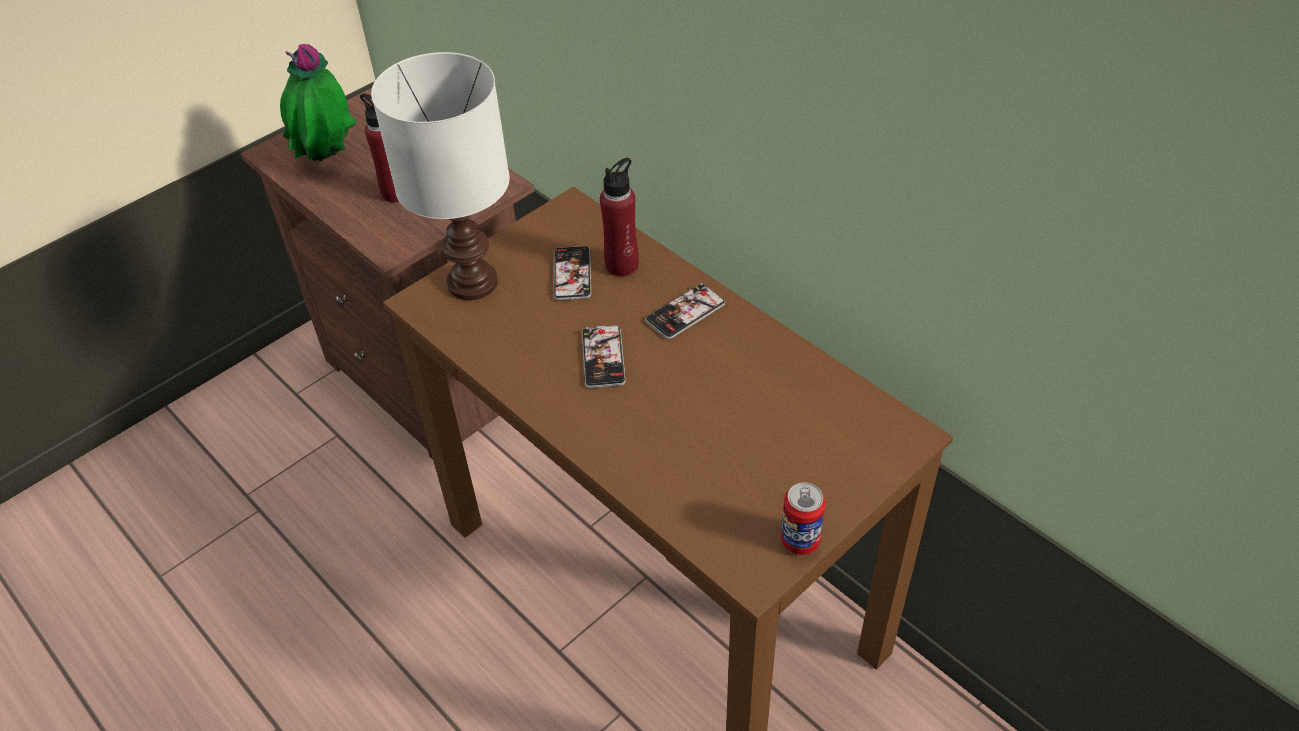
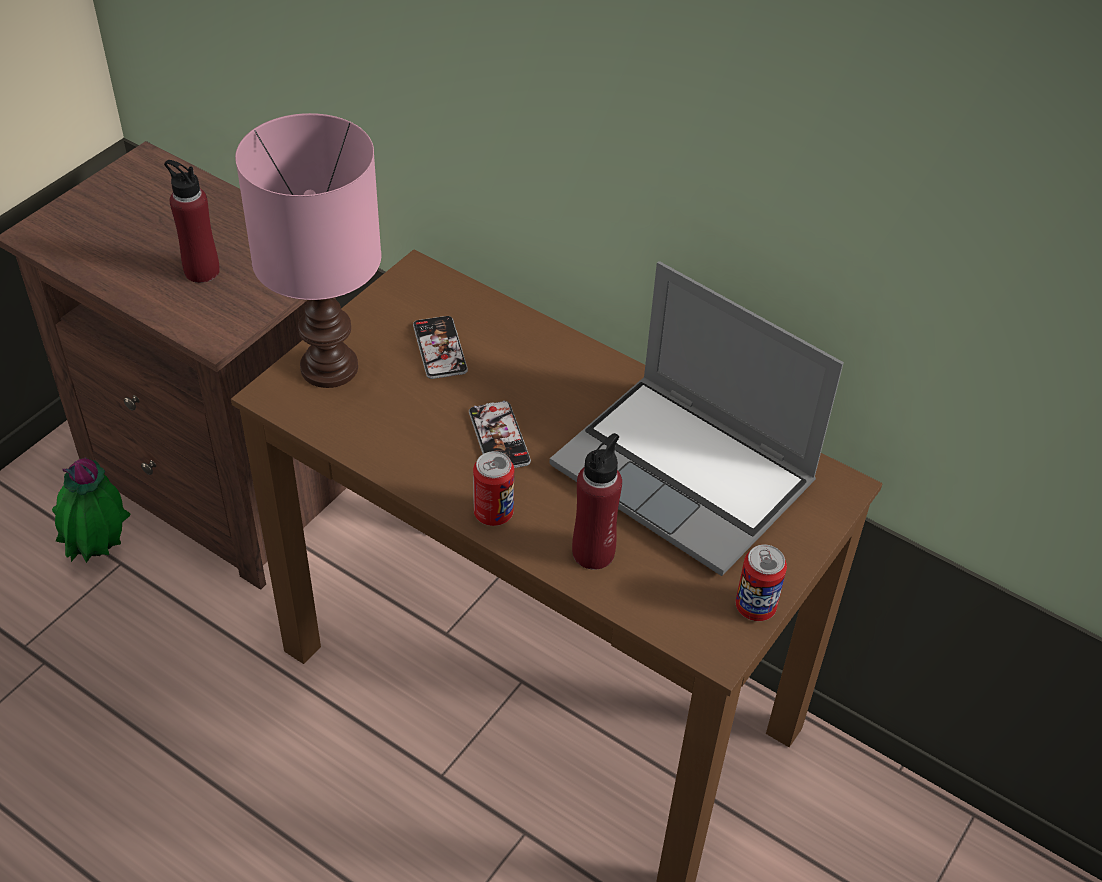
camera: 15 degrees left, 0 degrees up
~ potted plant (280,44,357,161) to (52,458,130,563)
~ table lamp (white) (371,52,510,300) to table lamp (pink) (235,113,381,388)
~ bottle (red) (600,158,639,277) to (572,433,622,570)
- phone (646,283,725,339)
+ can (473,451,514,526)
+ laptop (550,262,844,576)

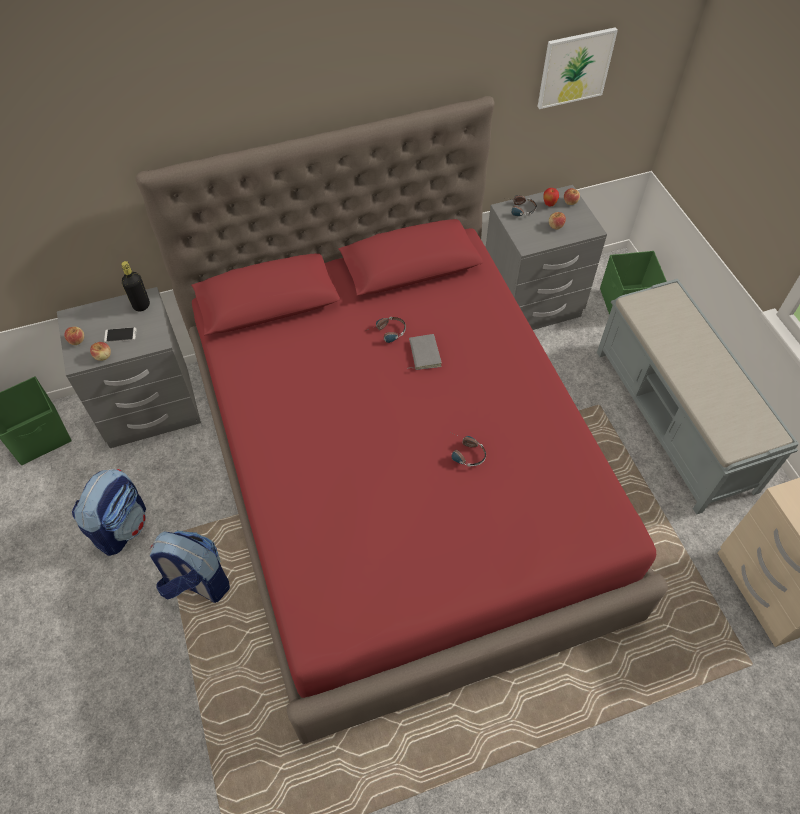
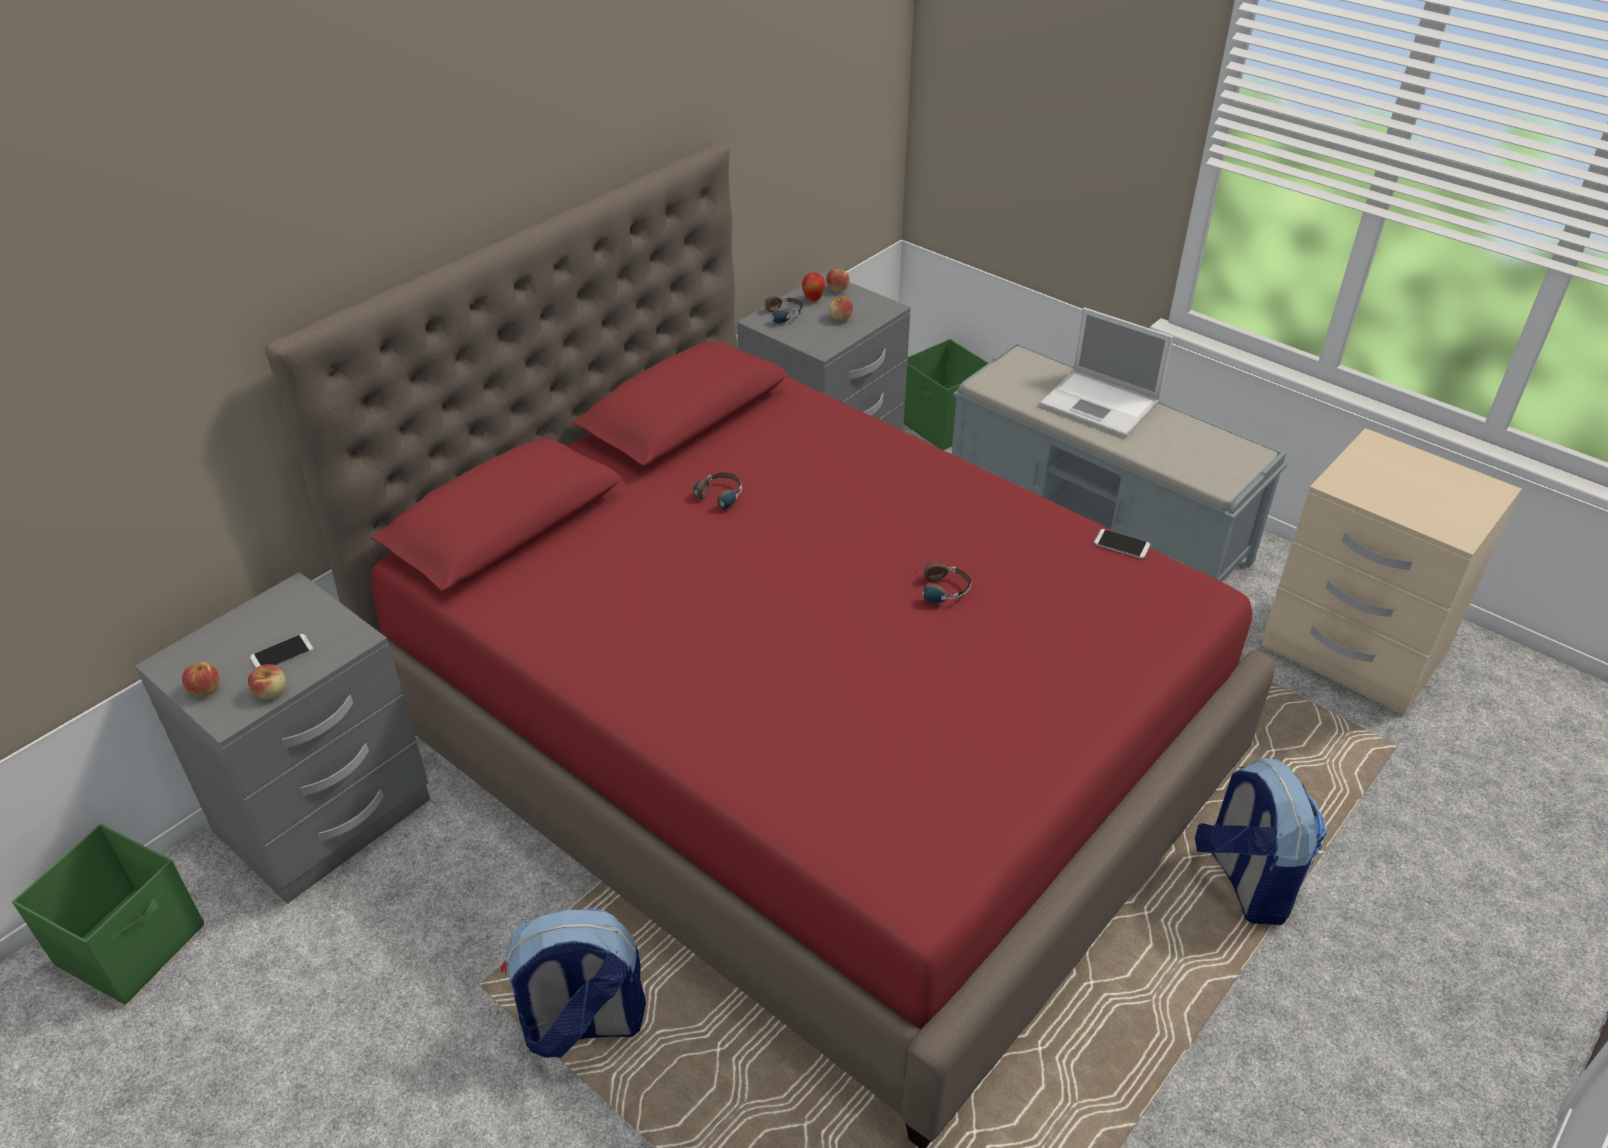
camera: 30 degrees left, 15 degrees down
~ backpack (72,469,146,556) to (1195,758,1327,925)
- bottle (black) (121,261,150,311)
- book (grey) (407,334,442,370)
- picture (538,27,618,109)
+ laptop (1039,308,1173,438)
+ phone (1094,529,1150,558)

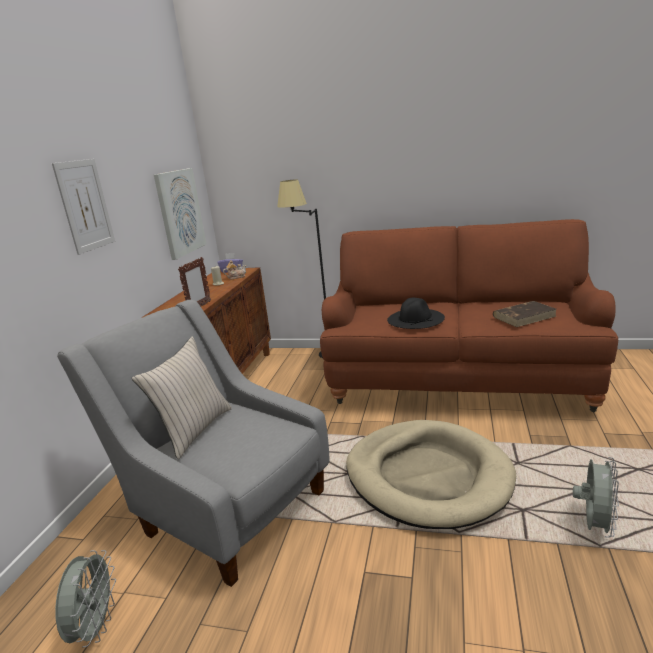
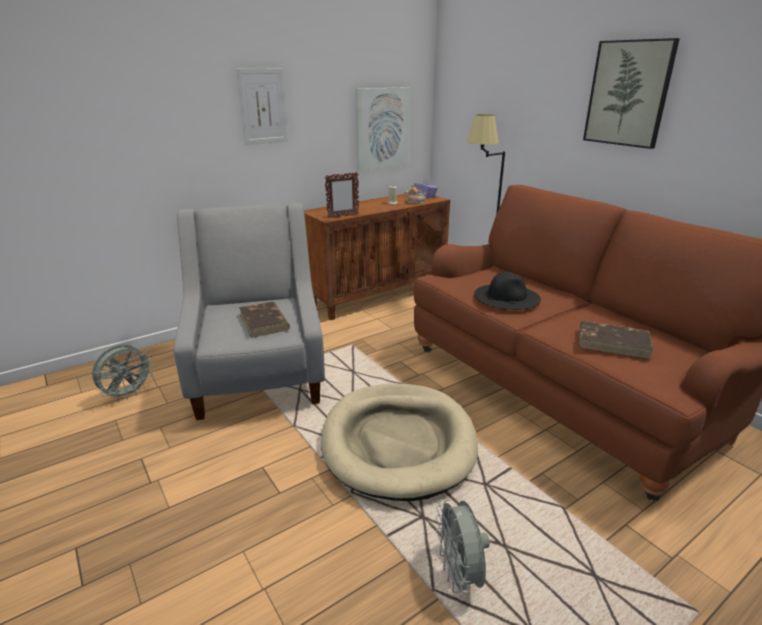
camera: 40 degrees right, 5 degrees up
- pillow (beige) (132,336,232,459)
~ fan (grey) (573,457,619,538) = (436,499,490,598) 105 degrees clockwise
+ book (brown) (239,302,290,338)
+ picture (583,38,680,149)

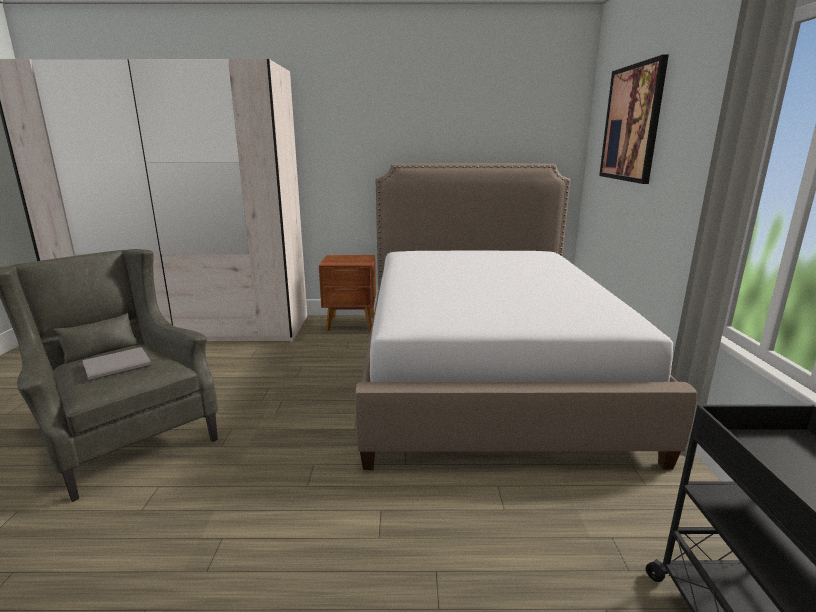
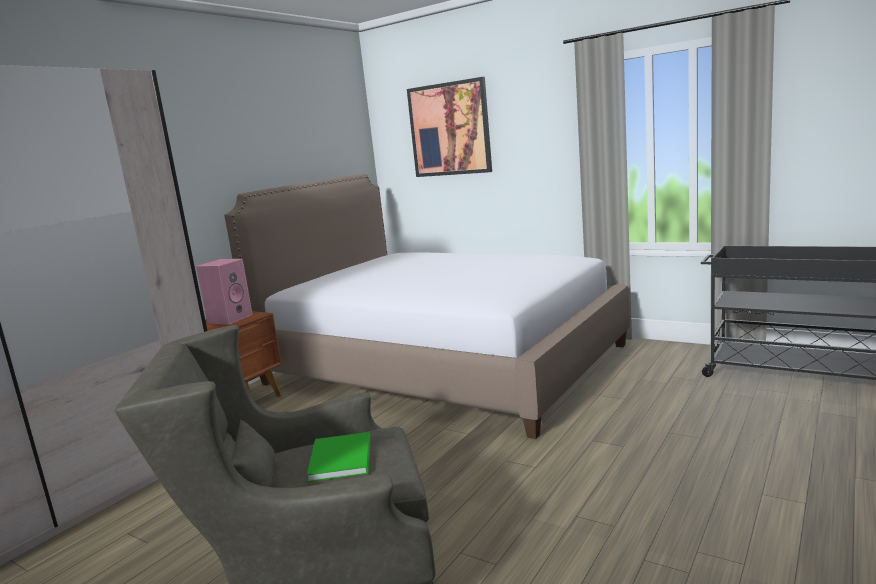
camera: 55 degrees left, 5 degrees down
~ book (grey) (82,347,151,381) to book (green) (307,432,371,482)
+ speaker (pink) (196,259,253,325)

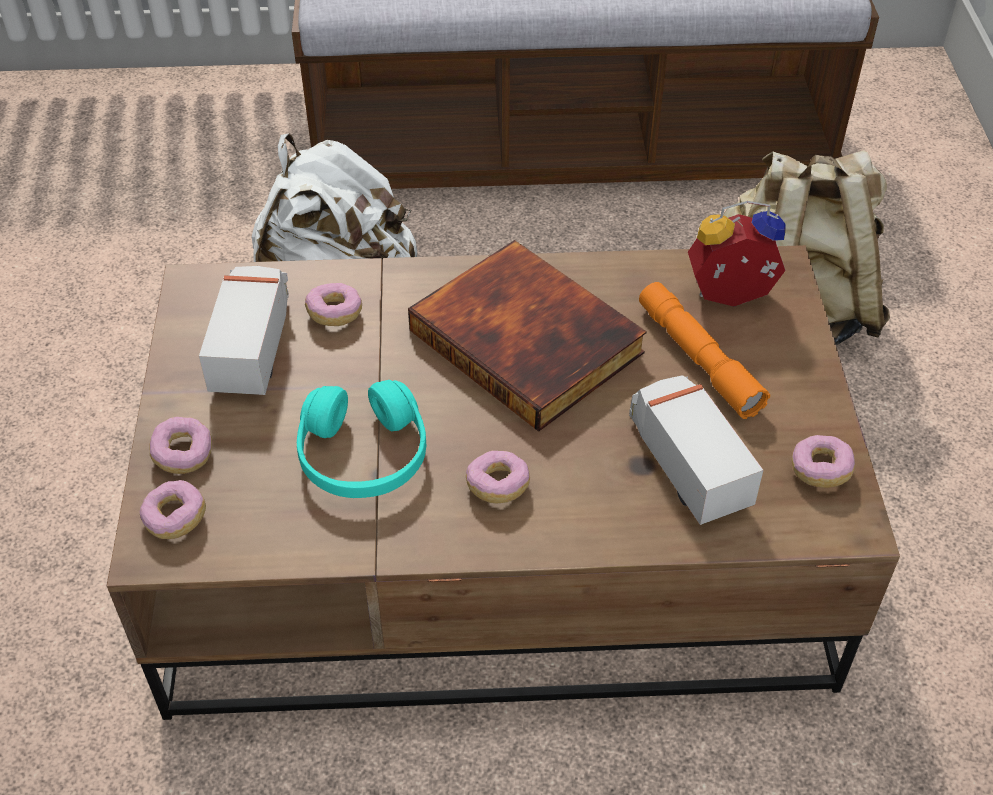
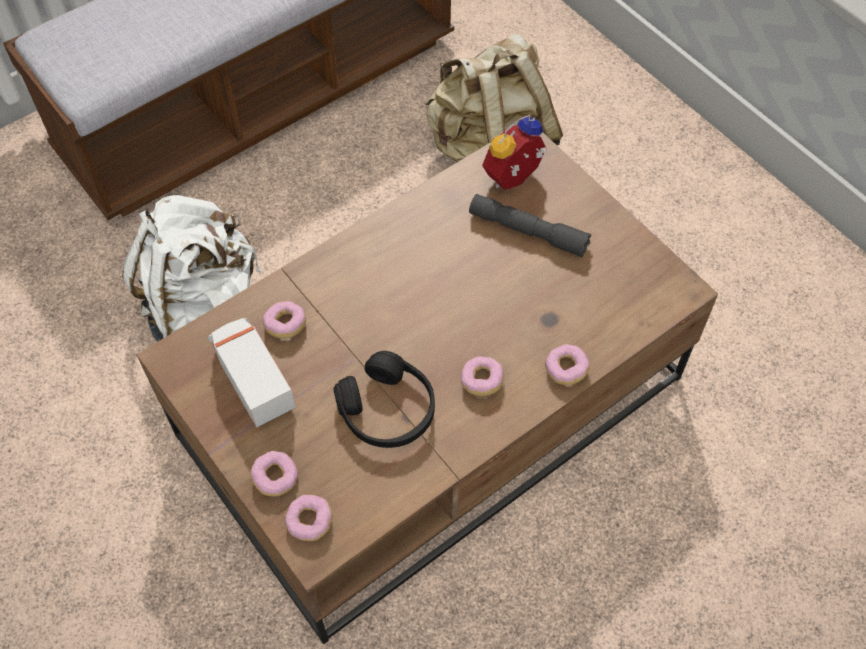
camera: 35 degrees left, 10 degrees up
~ headphones (turquoise) (297,380,427,498) to headphones (black) (333,351,435,448)
- book (408,240,647,432)
- toy truck (629,375,764,525)
~ flashlight (orange) (639,282,770,419) to flashlight (grey) (469,194,591,257)
~ donut (792,435,855,488) to (545,344,590,385)

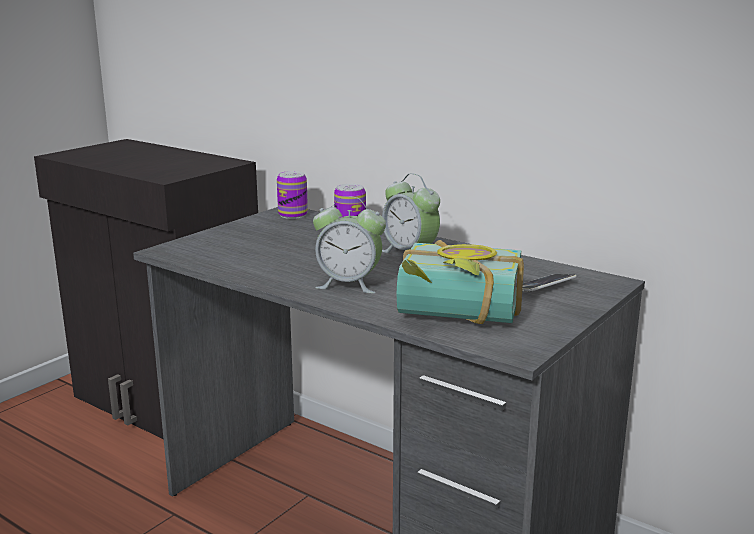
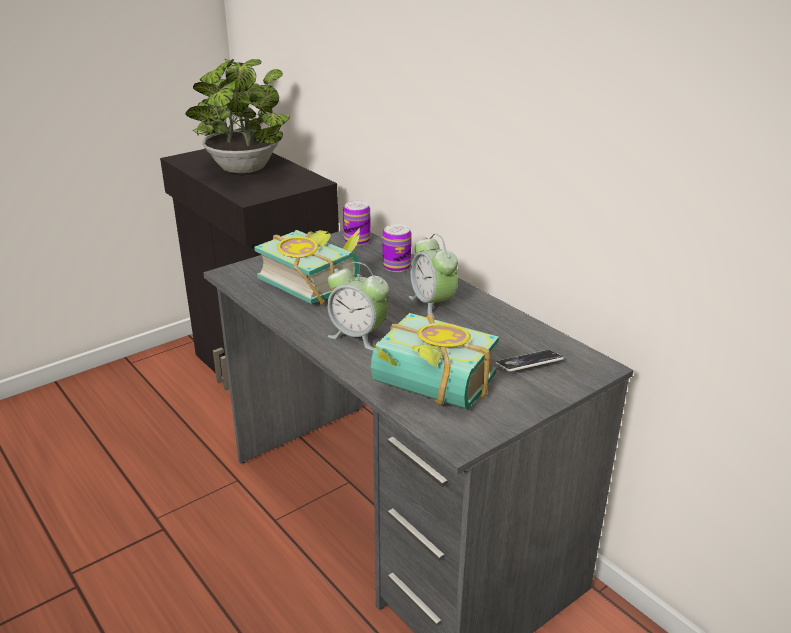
camera: 15 degrees right, 10 degrees up
+ potted plant (186,58,290,173)
+ book (254,228,360,305)

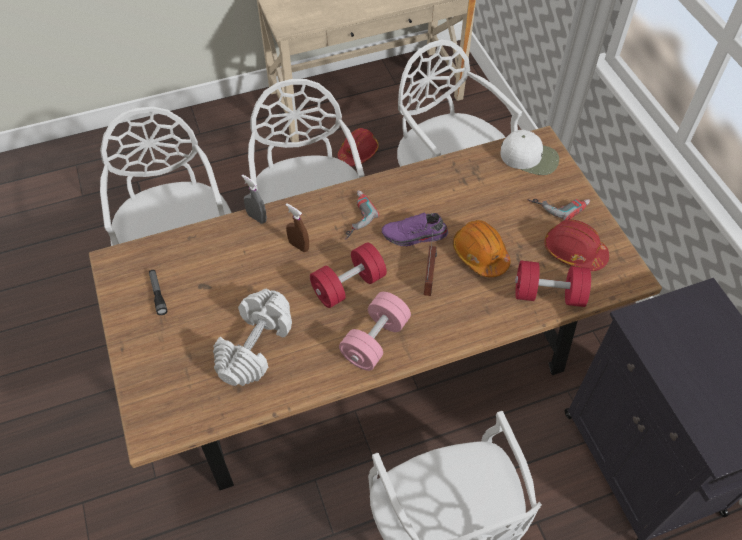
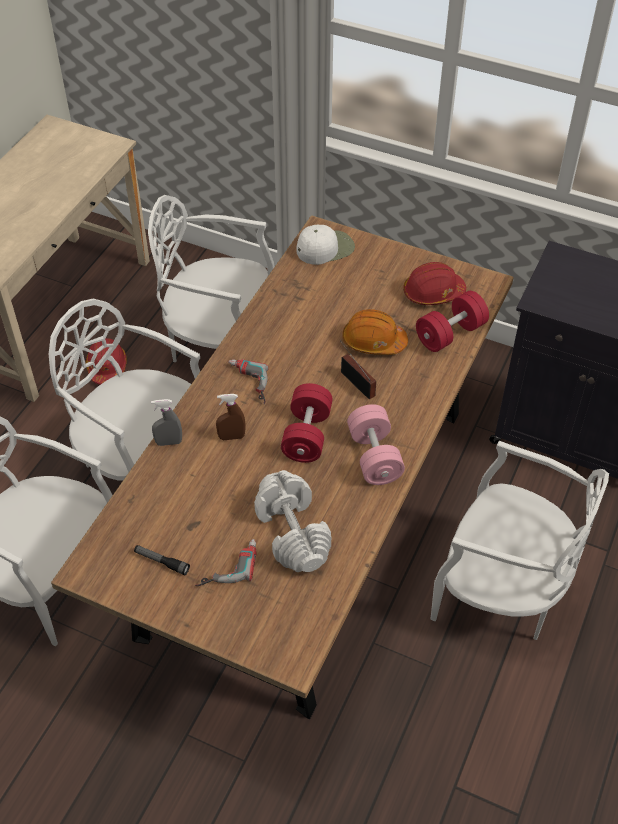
camera: 45 degrees left, 5 degrees down
- shoe (purple) (382,212,448,246)
~ power drill (527,199,590,220) to (195,539,257,586)

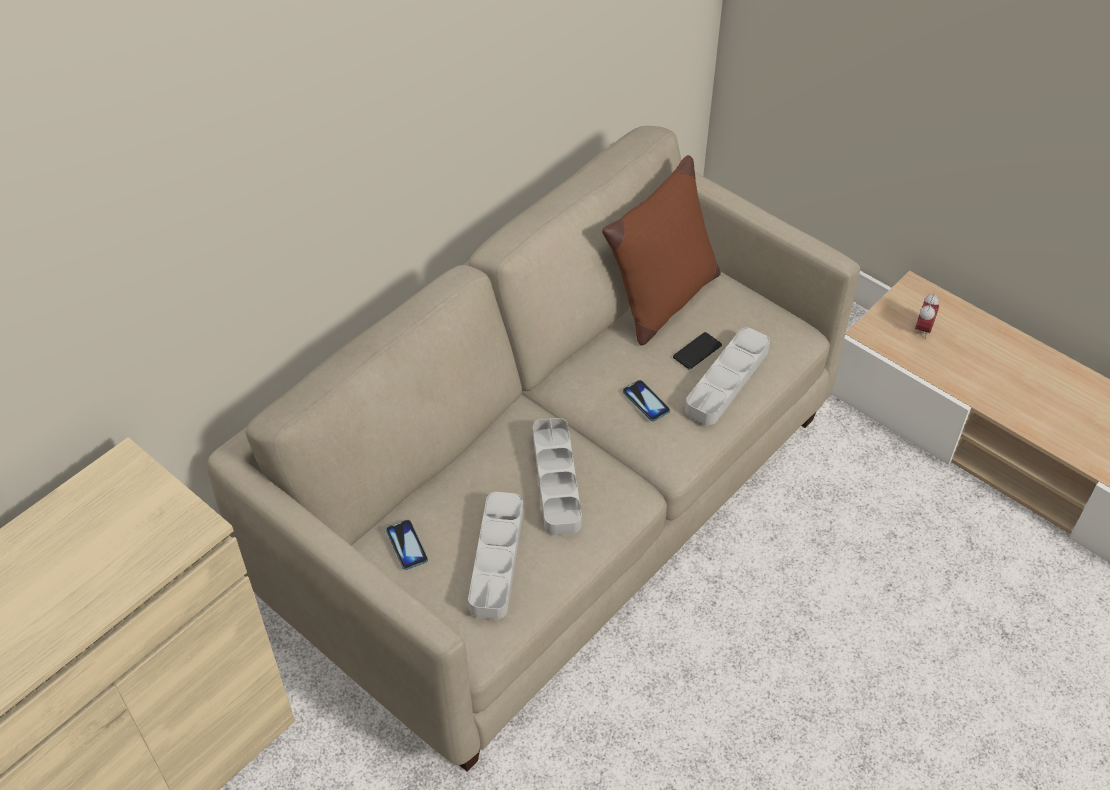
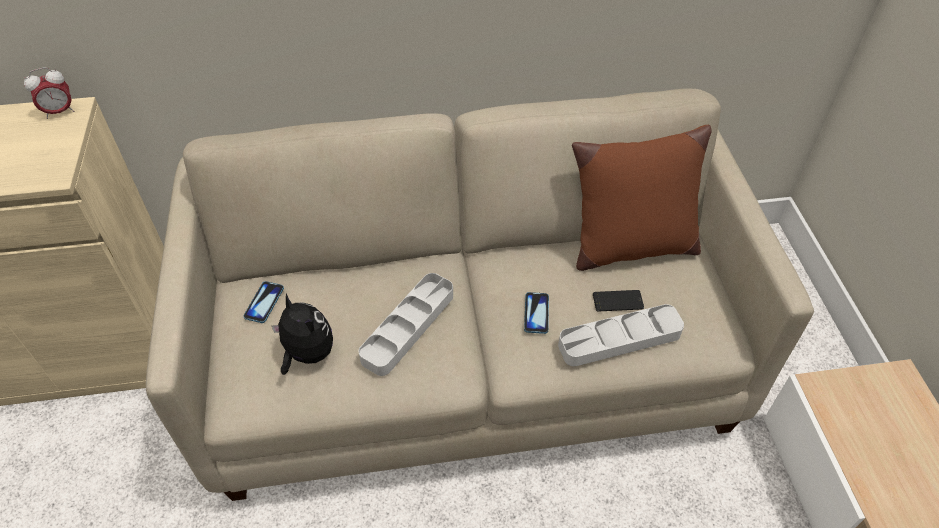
camera: 40 degrees right, 0 degrees up
~ tray (grey) (468,492,524,619) to plush toy (272,293,333,375)
~ alarm clock (915,293,939,339) to (24,67,74,119)

